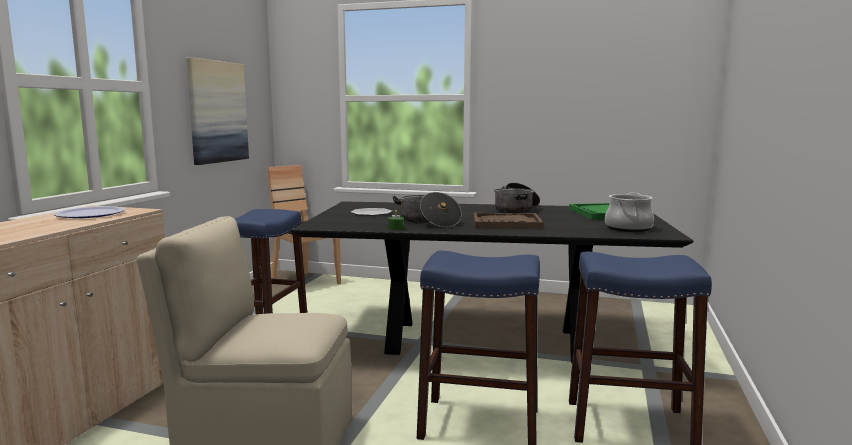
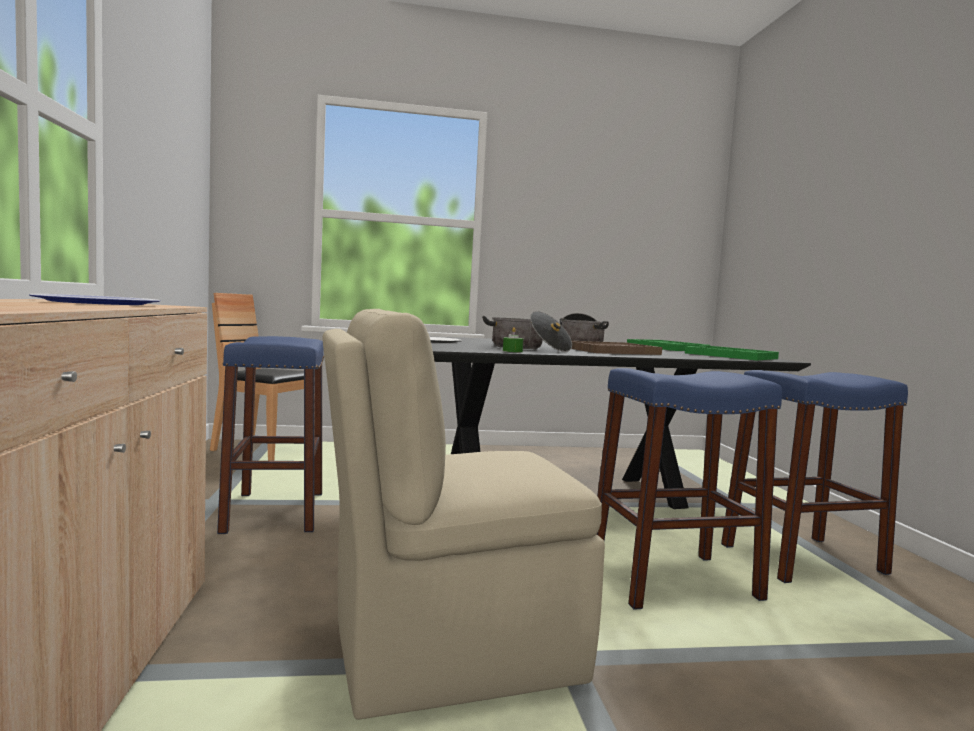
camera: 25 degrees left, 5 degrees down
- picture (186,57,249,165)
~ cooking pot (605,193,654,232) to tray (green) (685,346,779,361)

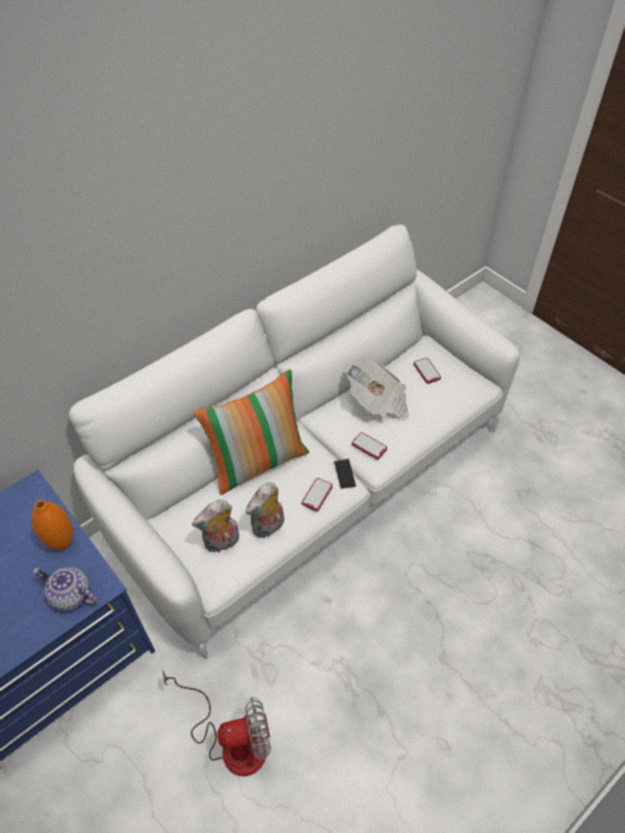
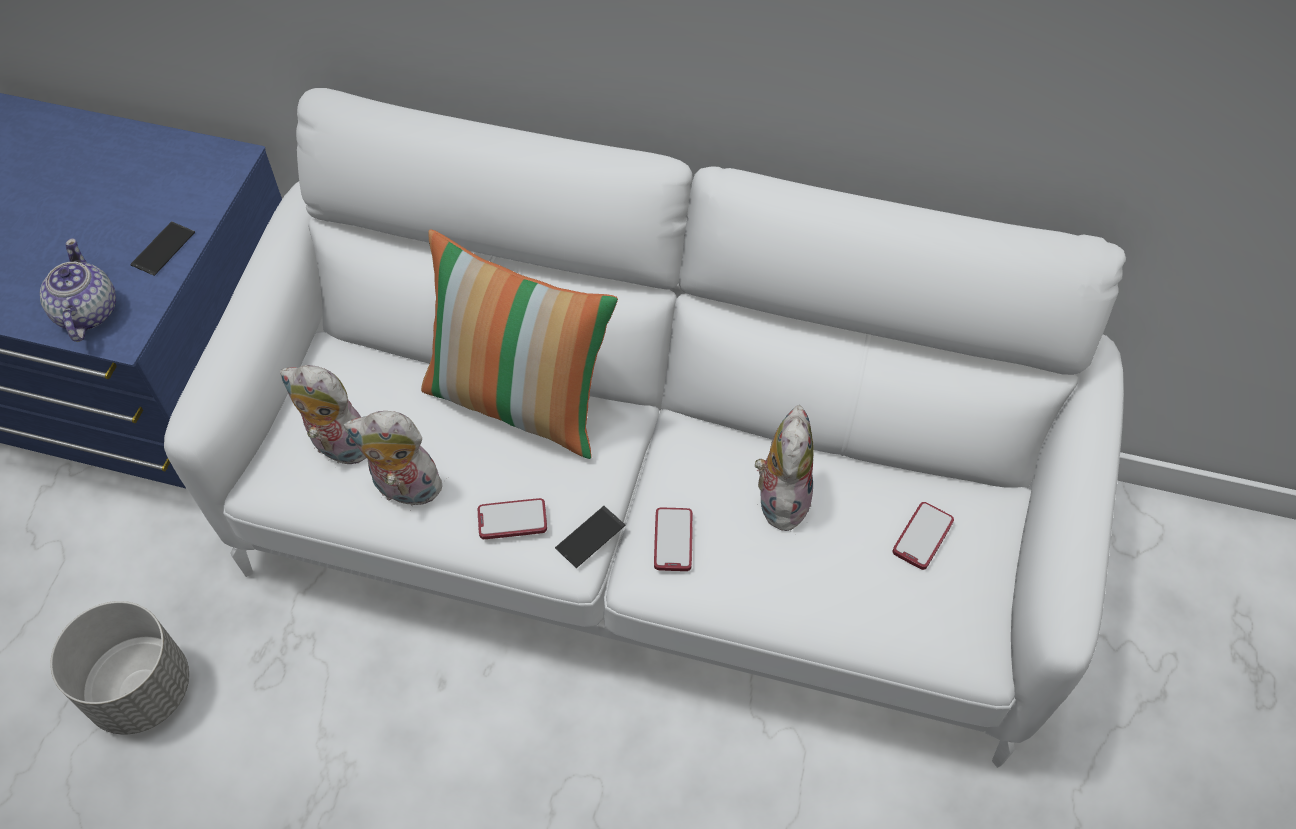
camera: 55 degrees right, 5 degrees up
~ vase (orange) (31,500,73,550) to phone (130,221,195,276)
~ fan (162,670,271,776) to planter (grey) (50,601,189,735)
~ newspaper (346,358,409,418) to plush toy (755,405,814,532)

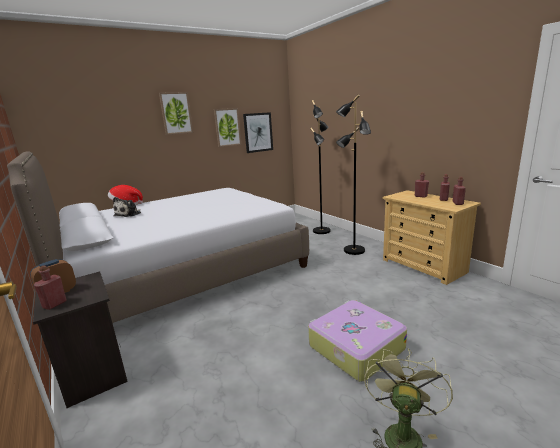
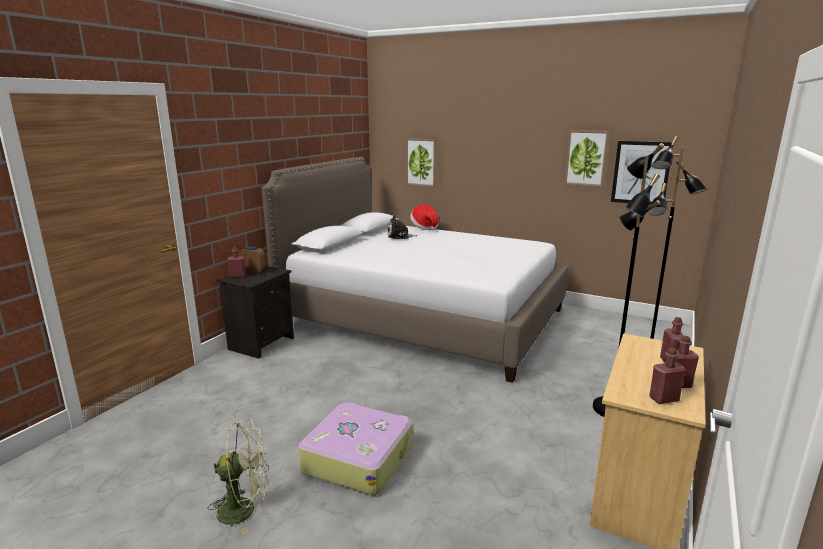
camera: 60 degrees right, 0 degrees up
~ picture (159,92,193,135) to (406,138,436,187)

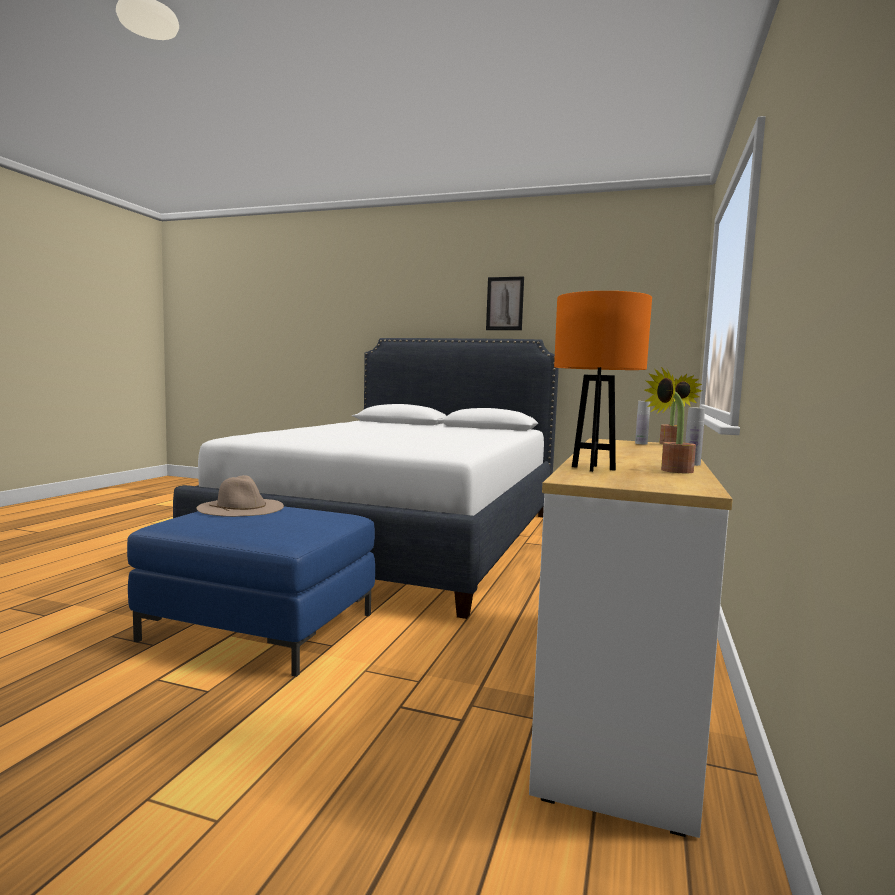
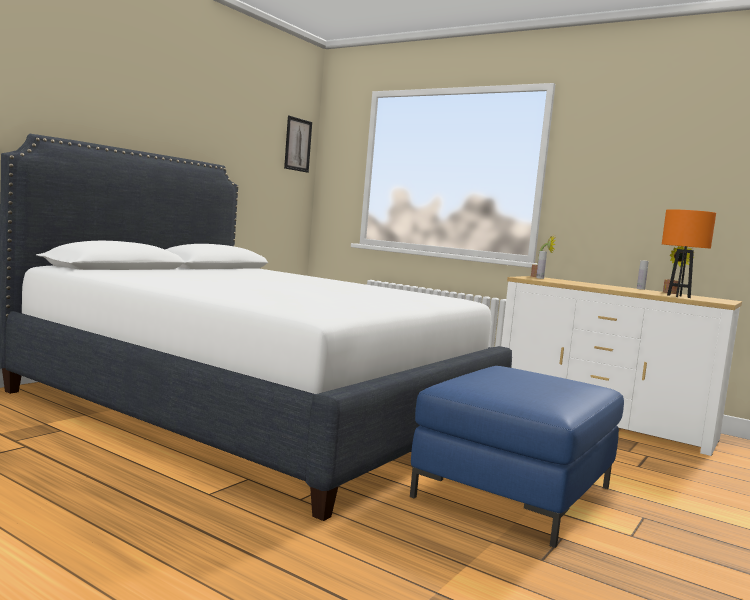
camera: 75 degrees left, 0 degrees up
- hat (beige) (196,475,284,517)
~ picture (486,277,524,330) to (284,116,312,173)

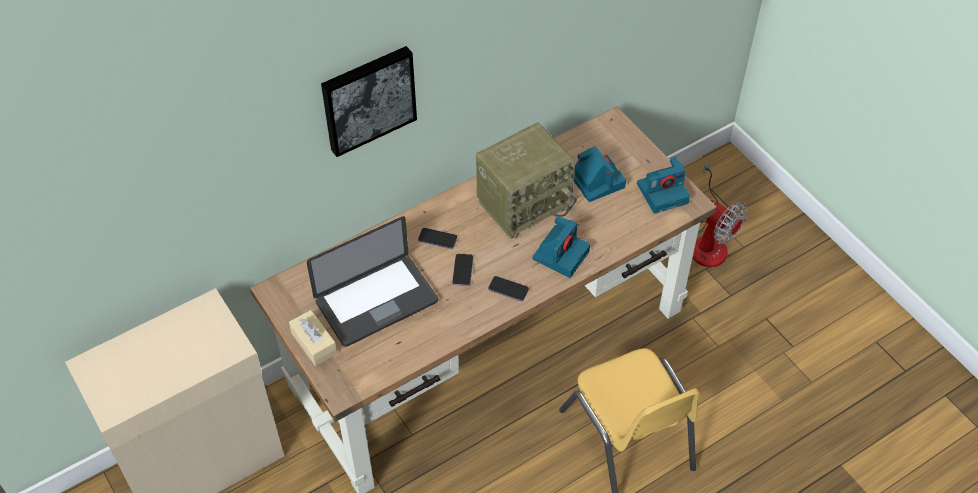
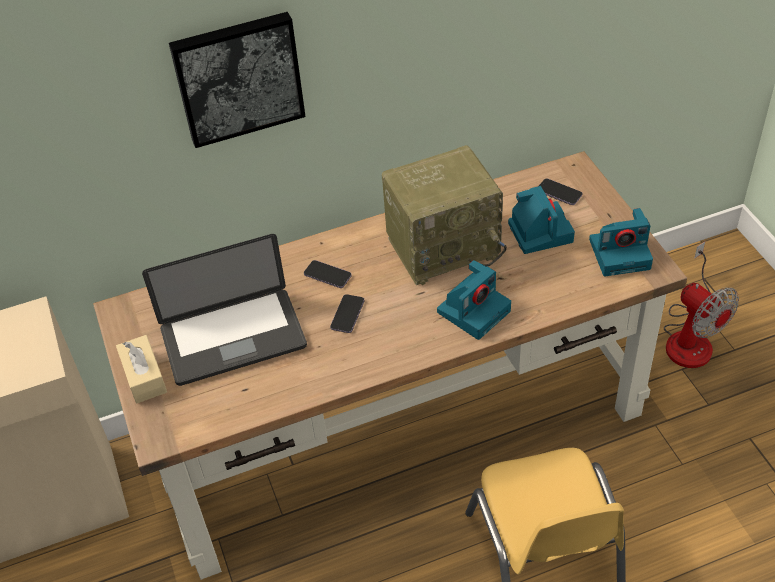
camera: 15 degrees right, 5 degrees down
~ phone (488,276,529,301) to (539,178,583,205)

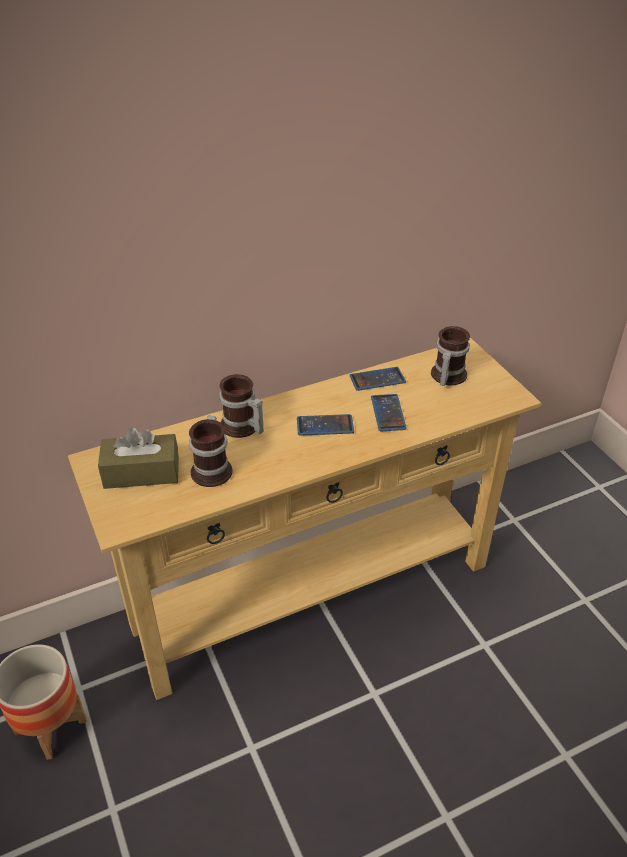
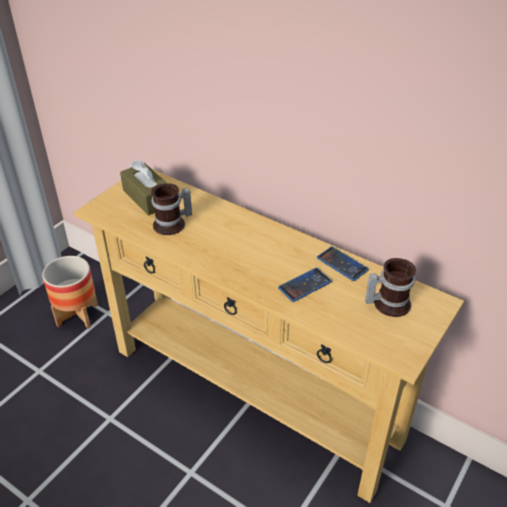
camera: 60 degrees right, 0 degrees up
- mug (219,374,263,438)
- phone (297,414,354,436)

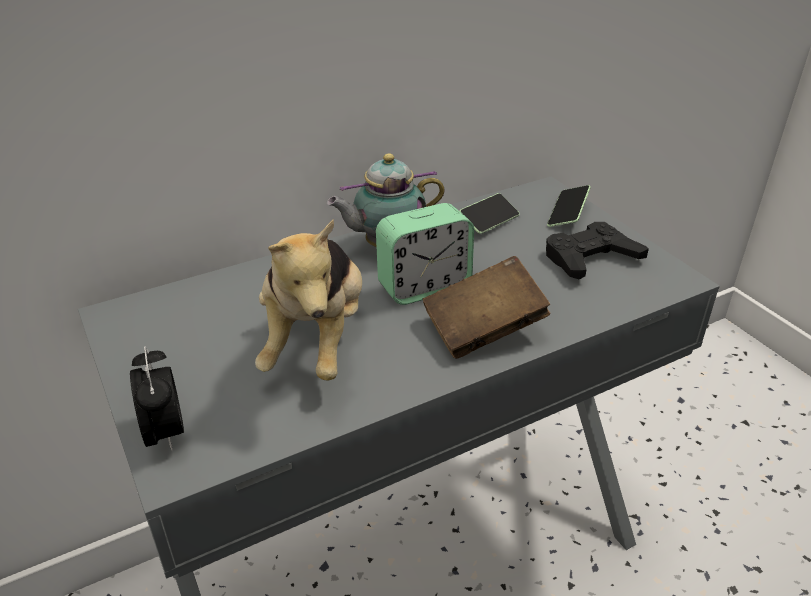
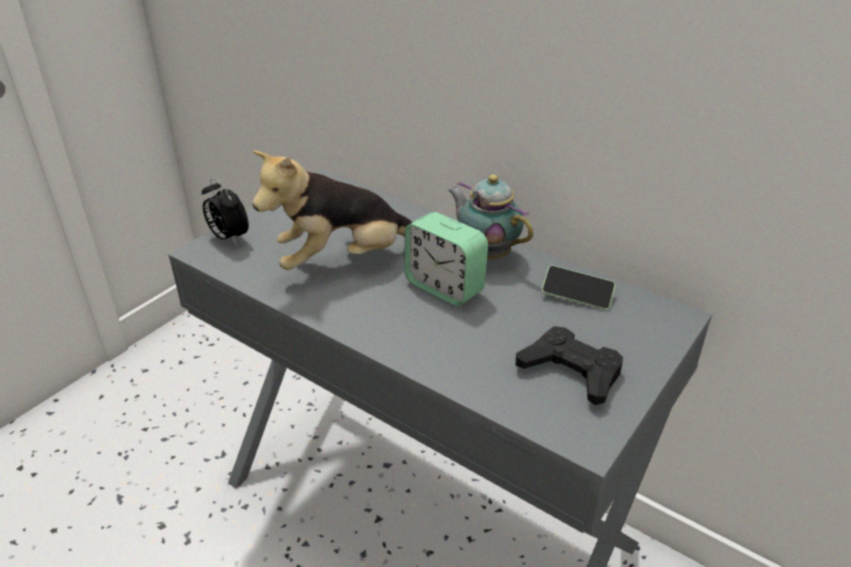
camera: 65 degrees right, 0 degrees up
~ alarm clock (130,346,184,451) = (202,178,249,245) 90 degrees clockwise
- book (brown) (423,256,551,359)
- phone (547,185,591,227)

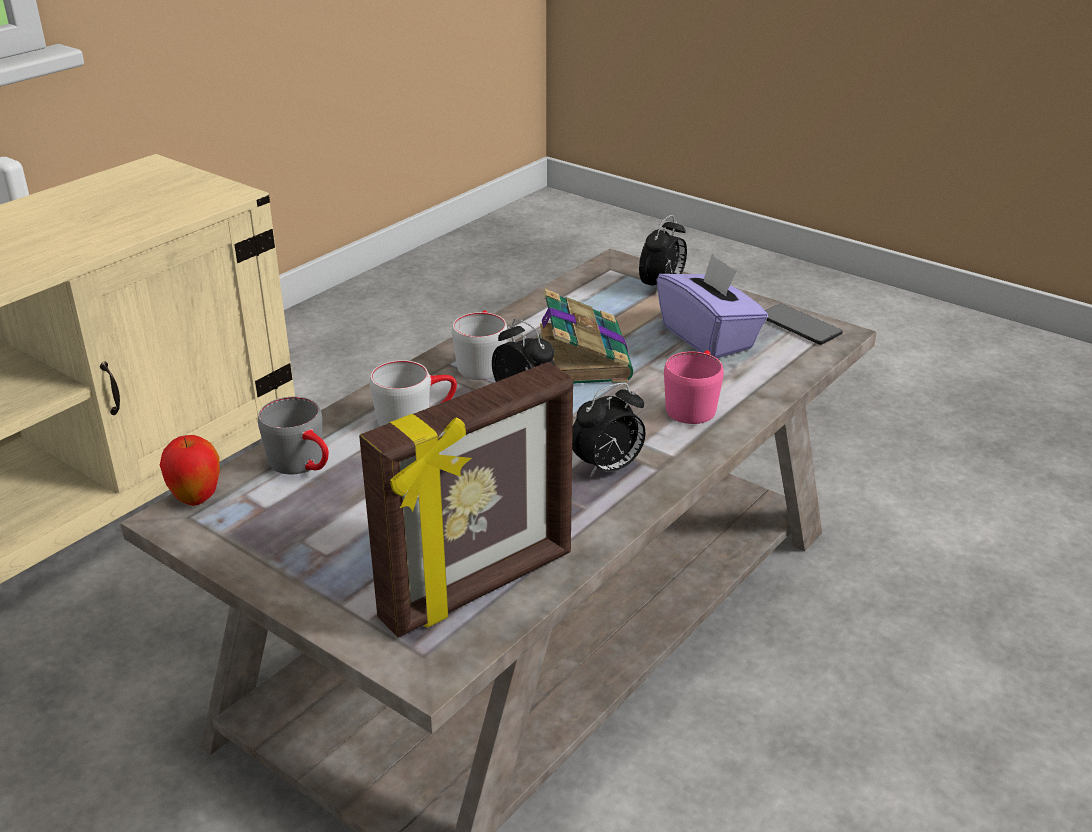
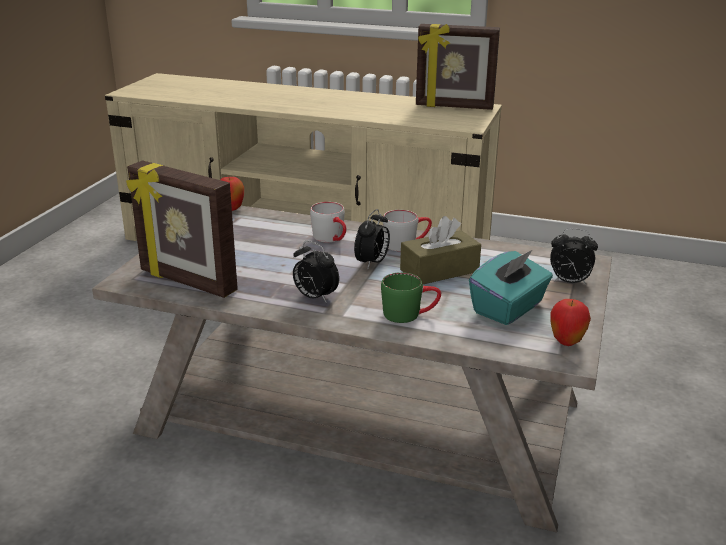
camera: 70 degrees right, 5 degrees down
- mug (grey) (258,397,329,474)
~ book (536,289,633,384) to tissue box (brown) (400,216,481,284)
~ tissue box (purple) (657,253,768,359) to tissue box (turquoise) (469,250,553,325)
~ mug (pink) (664,350,724,424) to mug (green) (381,272,441,323)
~ phone (765,304,843,345) to apple (550,299,591,346)
+ picture frame (416,24,500,110)

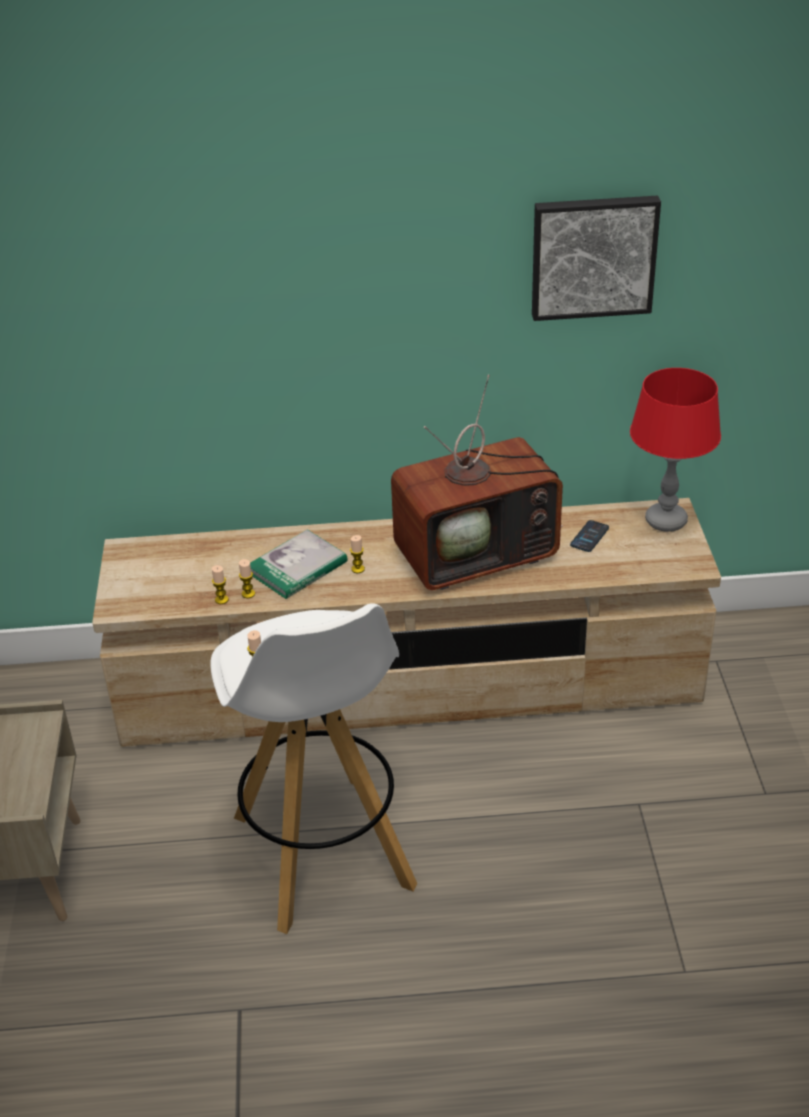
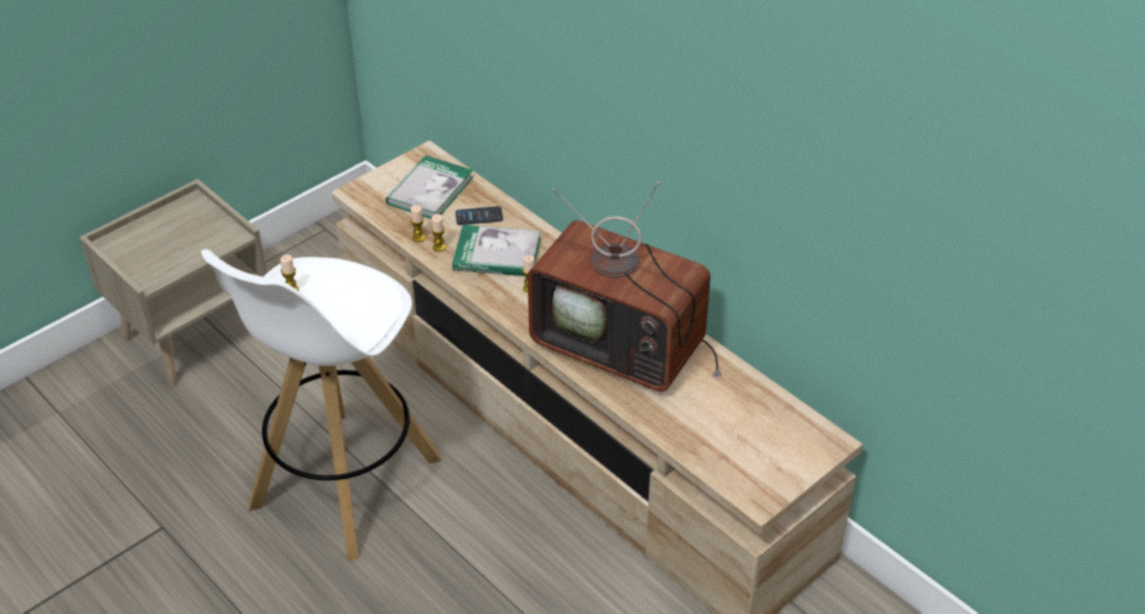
camera: 50 degrees right, 5 degrees up
- picture (532,196,661,321)
~ phone (570,520,609,552) to (455,206,503,225)
- table lamp (red) (630,368,721,532)
+ book (386,155,473,219)

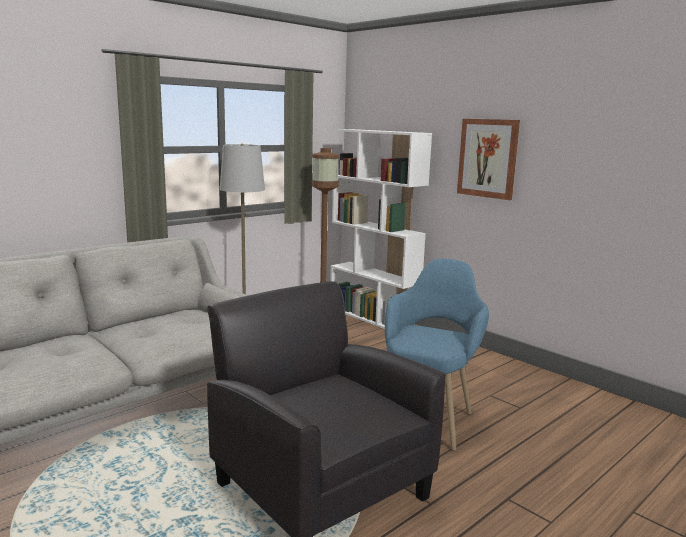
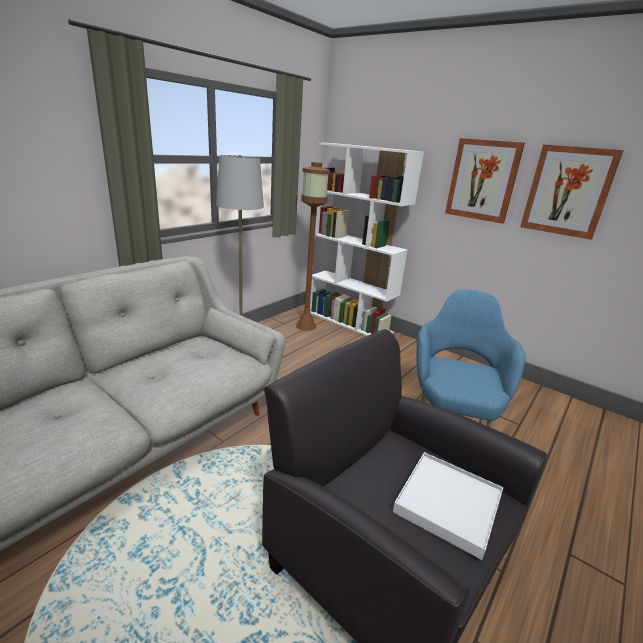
camera: 10 degrees left, 10 degrees up
+ tray (white) (393,452,503,560)
+ picture (520,145,624,240)

